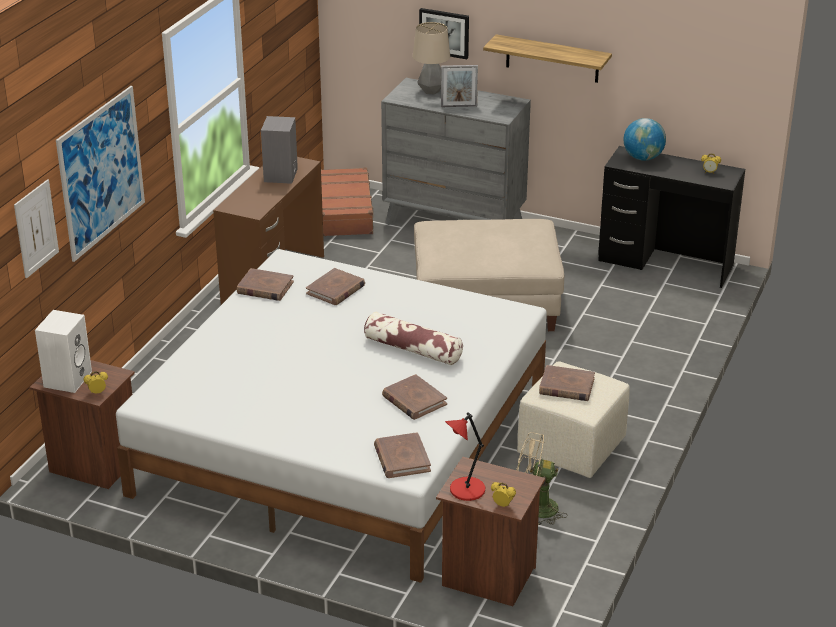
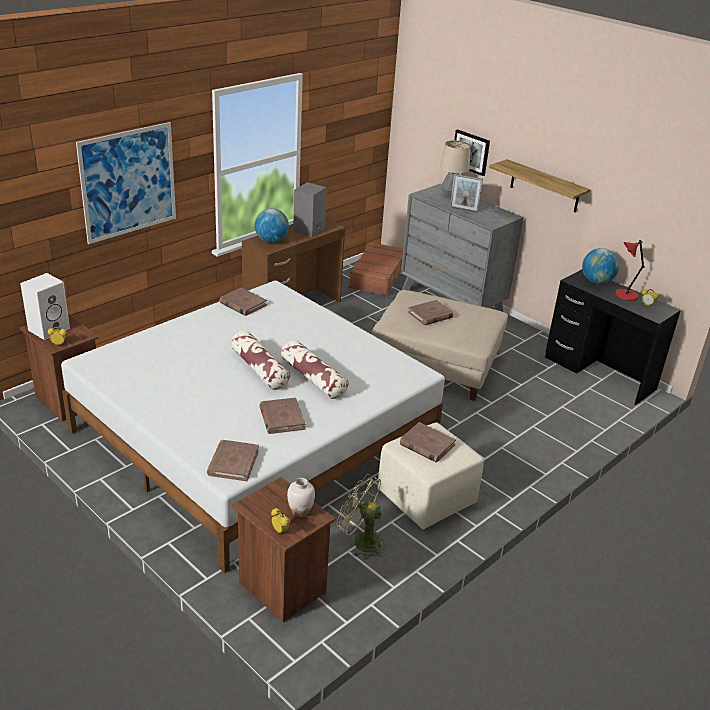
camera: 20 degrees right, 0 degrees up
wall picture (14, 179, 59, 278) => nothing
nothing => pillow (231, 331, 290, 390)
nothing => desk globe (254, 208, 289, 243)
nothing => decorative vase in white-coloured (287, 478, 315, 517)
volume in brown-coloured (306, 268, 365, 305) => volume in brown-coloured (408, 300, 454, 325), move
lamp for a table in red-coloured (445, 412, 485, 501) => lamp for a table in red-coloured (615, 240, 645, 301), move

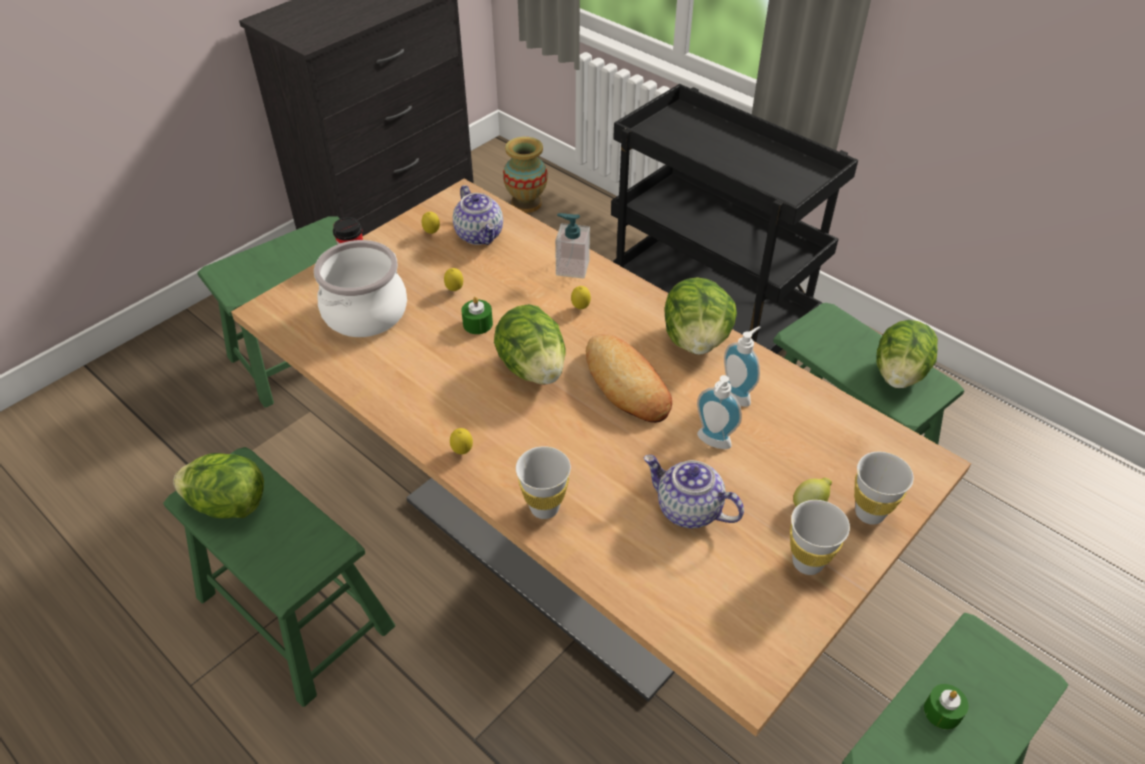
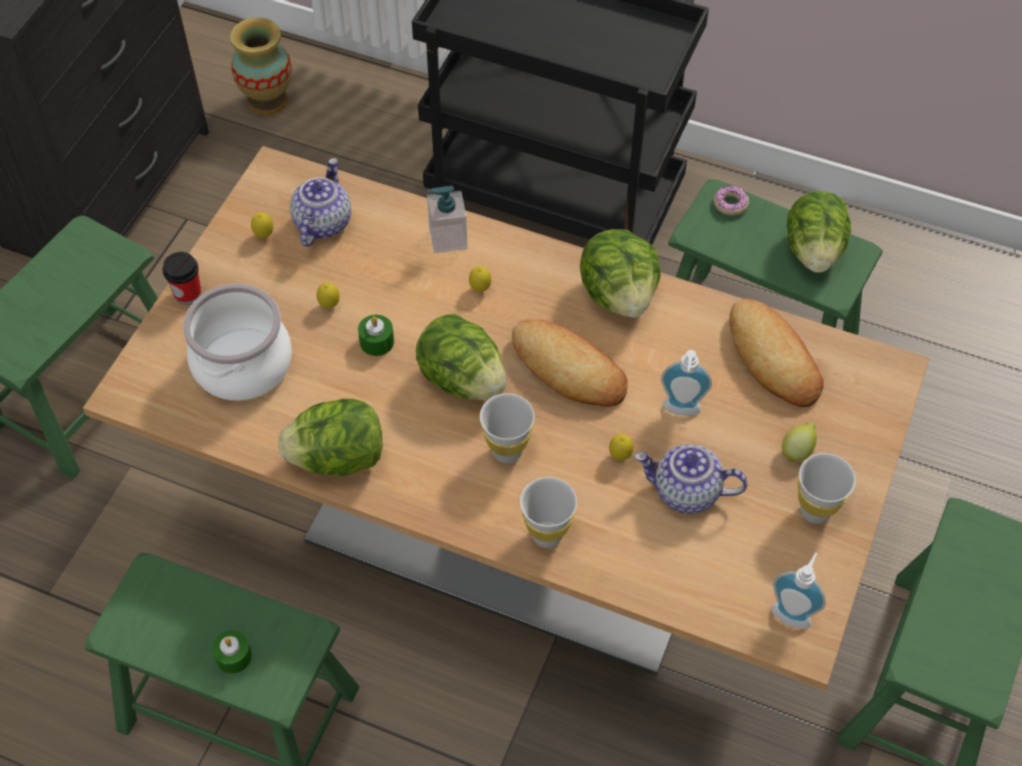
camera: 20 degrees left, 10 degrees up
nothing => ring doughnut (714, 186, 749, 216)
nothing => bread (729, 299, 823, 407)
lettuce (173, 453, 264, 519) => lettuce (278, 399, 382, 476), move
lemon (450, 428, 473, 454) => lemon (609, 434, 634, 461), move
soap bottle (724, 326, 761, 407) => soap bottle (771, 552, 826, 629), move
drinking cup in white-coloured (854, 452, 914, 525) => drinking cup in white-coloured (480, 393, 535, 463), move
candle in greenish (924, 684, 968, 730) => candle in greenish (212, 631, 252, 674), move
tea pot (453, 185, 503, 245) => tea pot (290, 158, 351, 247), 120 degrees counterclockwise

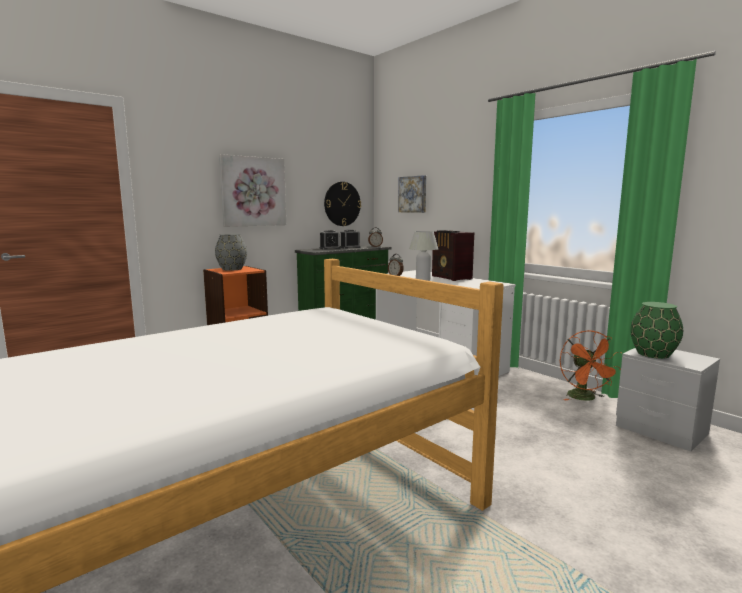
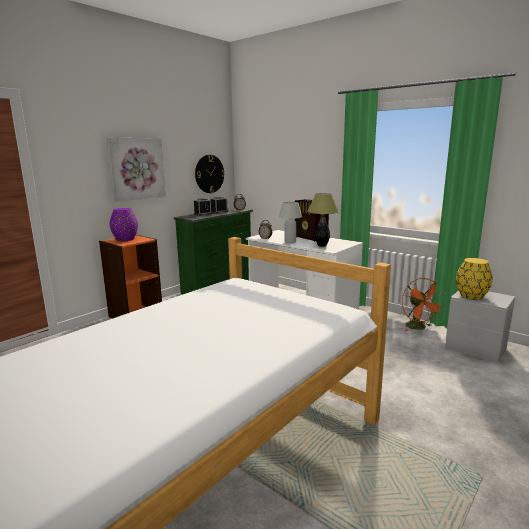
camera: 10 degrees left, 5 degrees up
wall picture (398, 175, 426, 213) => nothing
nothing => lamp for a table (307, 193, 339, 247)
decorative vase in grey (215, 234, 247, 271) => decorative vase in purple-coloured (110, 208, 138, 241)
decorative vase in greenish (630, 302, 683, 359) => decorative vase in yellow-coloured (456, 258, 493, 300)

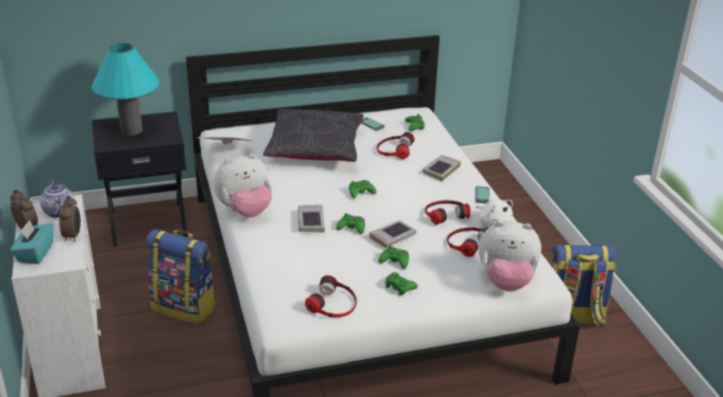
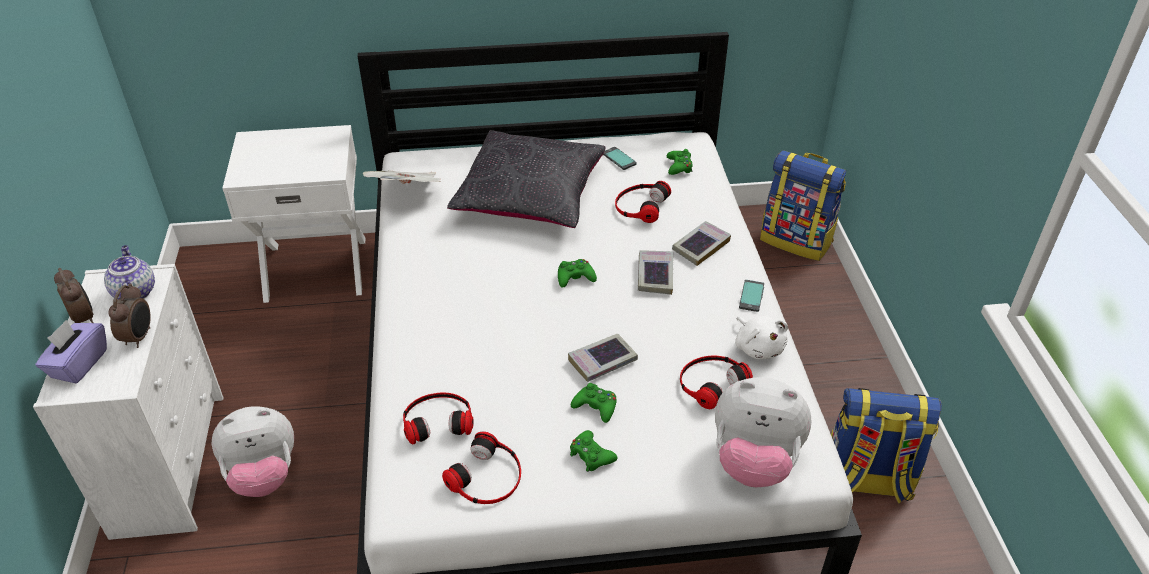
camera: 10 degrees right, 10 degrees up
lamp for a table in blue-green (92, 43, 160, 136) => nothing
game controller in greenish (336, 213, 365, 234) => nothing
backpack (146, 229, 216, 324) => backpack (760, 150, 846, 261), move
plush toy (213, 154, 272, 217) => plush toy (211, 406, 294, 497), move
volume (298, 205, 325, 233) => volume (638, 250, 673, 295), move
pair of headphones (425, 200, 471, 225) => pair of headphones (403, 392, 474, 444), move
box of tissues in blue-green (10, 220, 53, 264) => box of tissues in purple-coloured (35, 320, 107, 384)
nightstand in blackish (92, 112, 188, 247) => nightstand in white-coloured (222, 125, 366, 303)

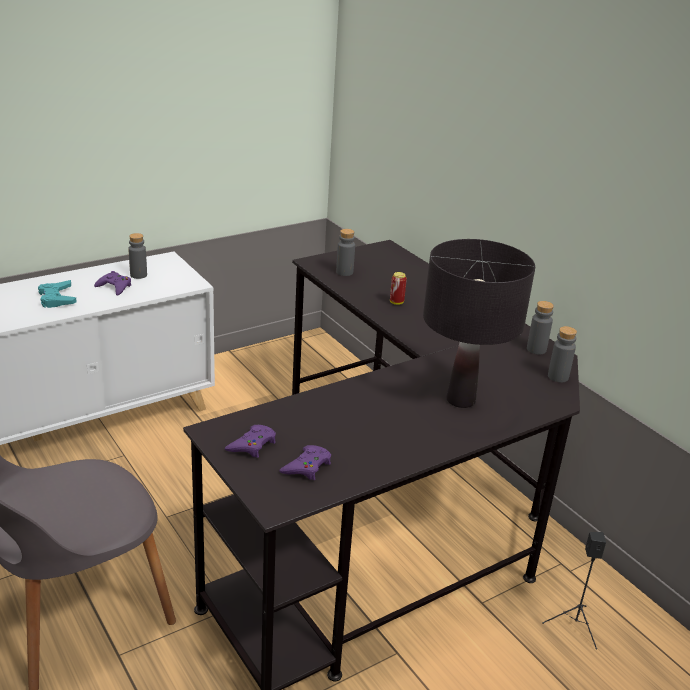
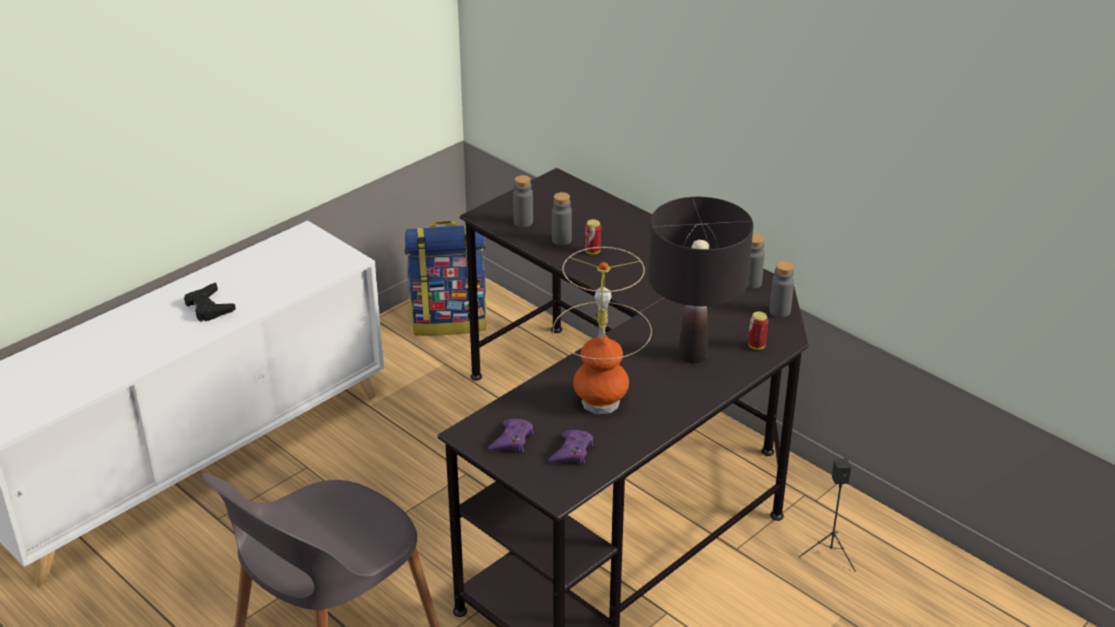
camera: 10 degrees left, 5 degrees up
game controller in purple-coloured (94, 271, 131, 296) => nothing
nothing => backpack (404, 221, 487, 336)
nothing => lamp for a table (553, 247, 652, 414)
nothing => can (748, 311, 768, 350)
bottle in grey (128, 233, 147, 279) => bottle in grey (552, 192, 572, 245), move
game controller in blue-green (38, 280, 77, 308) => game controller in blackish (184, 283, 236, 322)

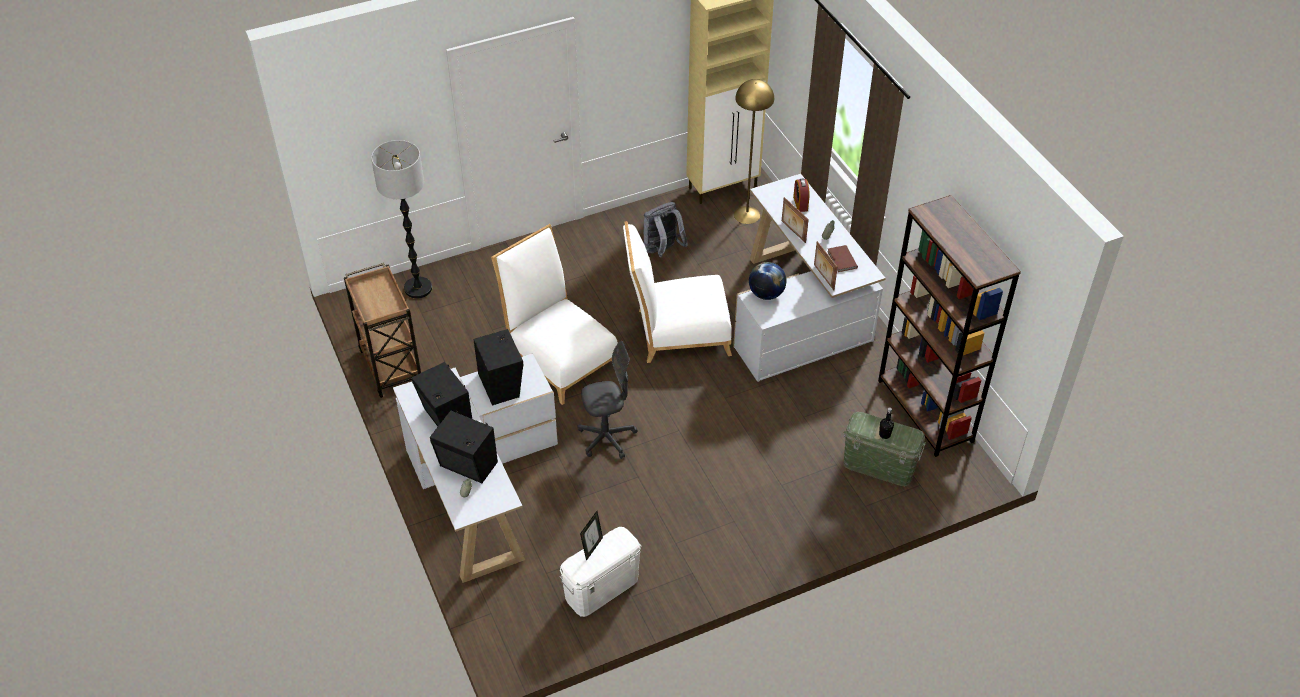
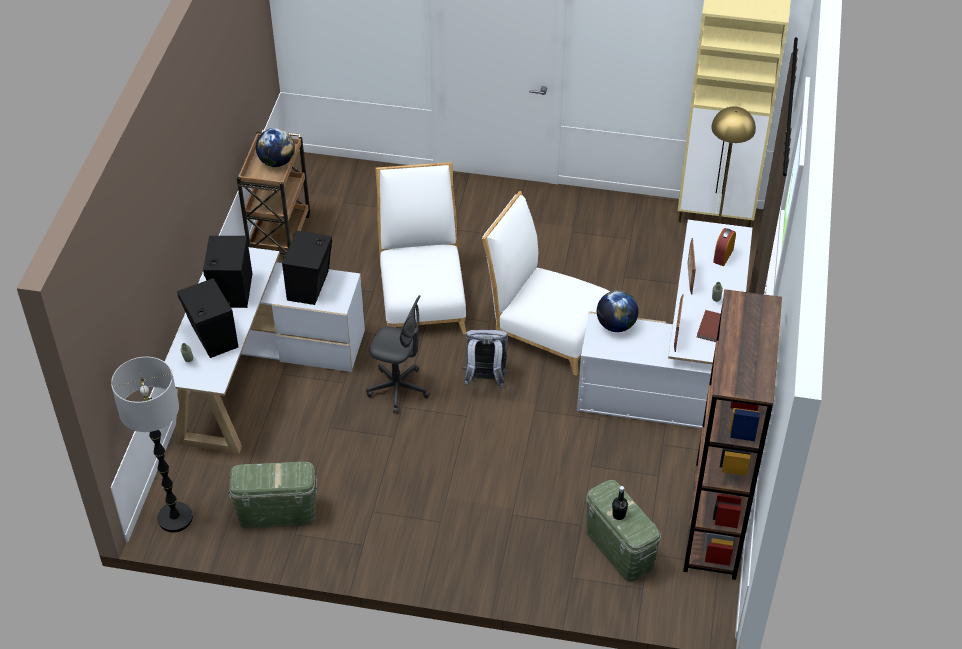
camera: 35 degrees right, 0 degrees up
standing frame (580, 511, 603, 561) => nothing
nothing => desk globe (256, 128, 295, 167)
standard lamp (371, 140, 432, 299) => standard lamp (111, 357, 193, 533), move
backpack in grey (644, 202, 688, 257) => backpack in grey (462, 330, 509, 388), move
storage container in white-coloured (560, 527, 641, 617) => storage container in greenish (228, 462, 317, 529)

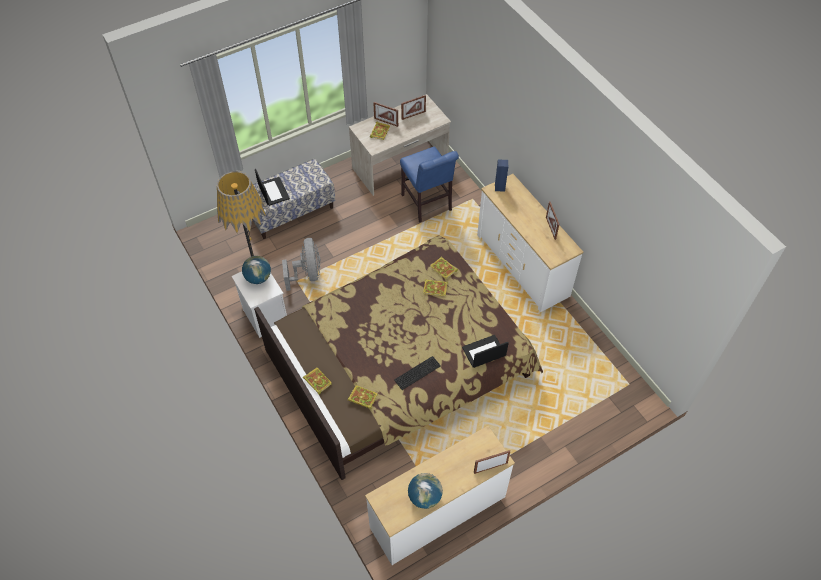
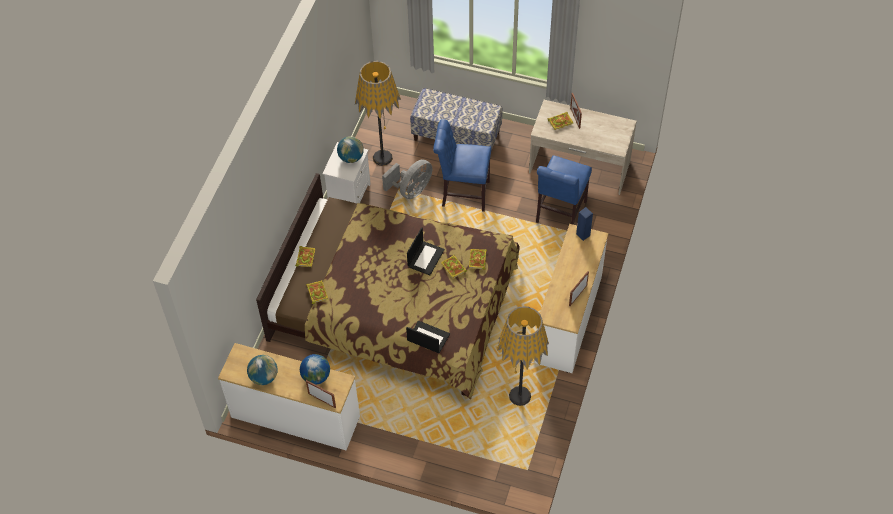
camera: 50 degrees right, 0 degrees up
PC keyboard (394, 356, 441, 390) => nothing
standing frame (401, 95, 426, 120) => nothing
nothing => desk globe (300, 354, 330, 385)
nothing => upright chair in blue (433, 119, 491, 212)
nothing => standard lamp (497, 306, 549, 406)
portable computer (255, 169, 290, 206) => portable computer (407, 227, 445, 275), move

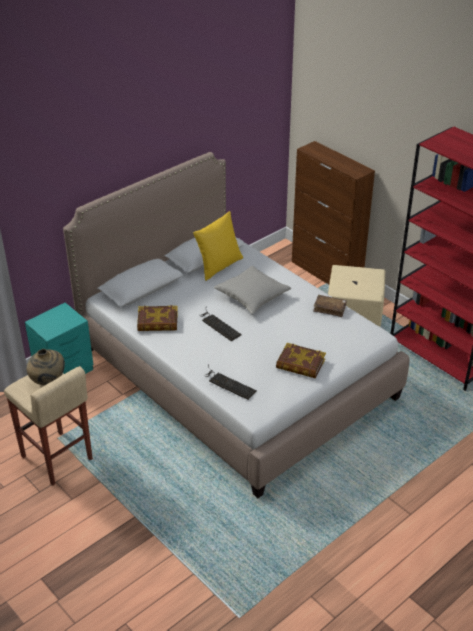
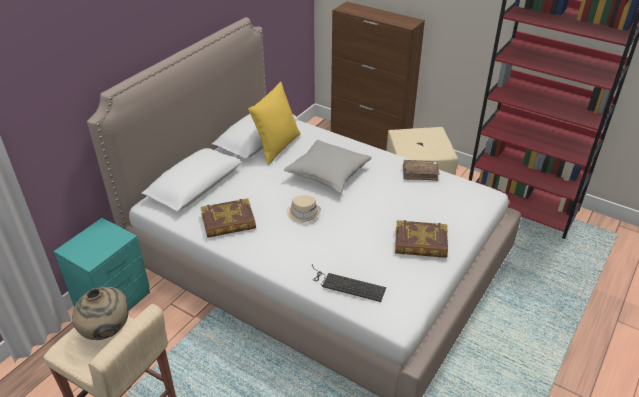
camera: 15 degrees left, 0 degrees up
PC keyboard (200, 306, 242, 341) => hat in beige-coloured (286, 195, 321, 222)

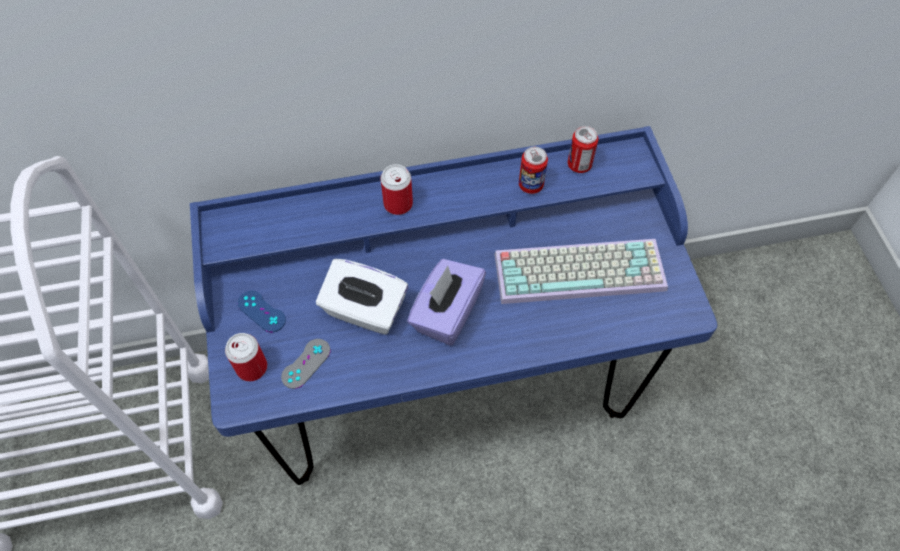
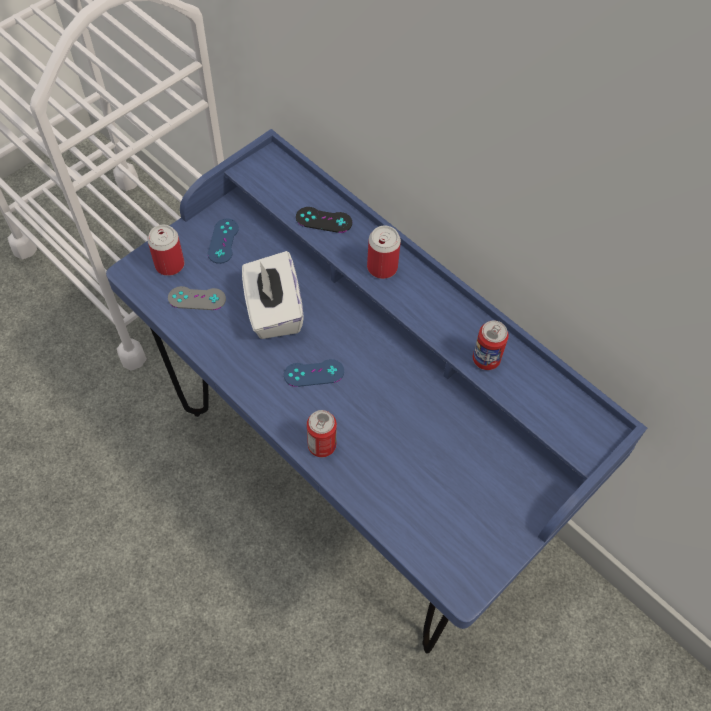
camera: 55 degrees right, 0 degrees up
PC keyboard (494, 239, 668, 304) => nothing
nothing => game controller in blackish (296, 207, 352, 233)
can (567, 126, 599, 173) => can (307, 410, 337, 457), move
box of tissues in purple-coloured (407, 259, 486, 345) => game controller in blue (284, 359, 344, 387)

